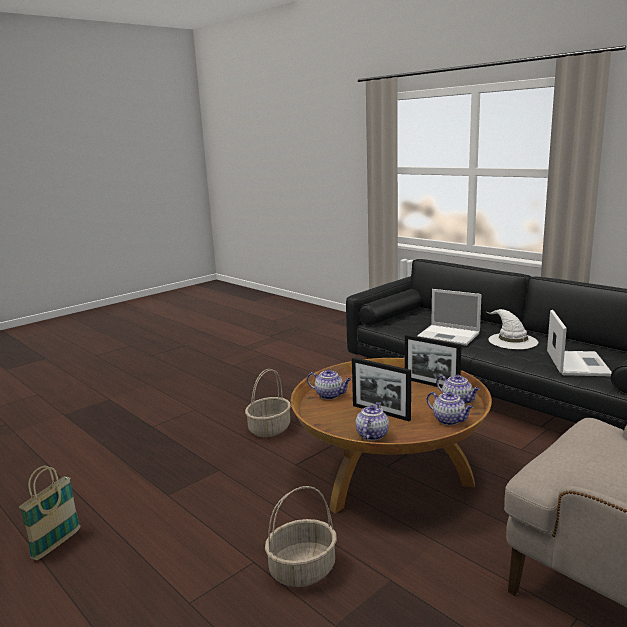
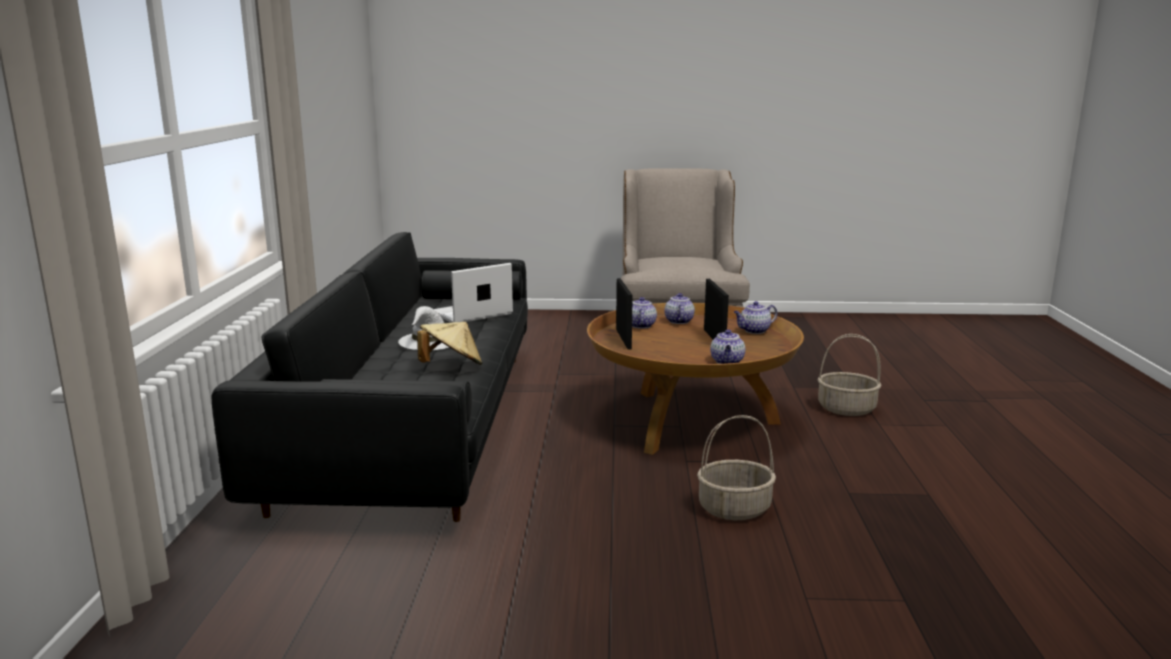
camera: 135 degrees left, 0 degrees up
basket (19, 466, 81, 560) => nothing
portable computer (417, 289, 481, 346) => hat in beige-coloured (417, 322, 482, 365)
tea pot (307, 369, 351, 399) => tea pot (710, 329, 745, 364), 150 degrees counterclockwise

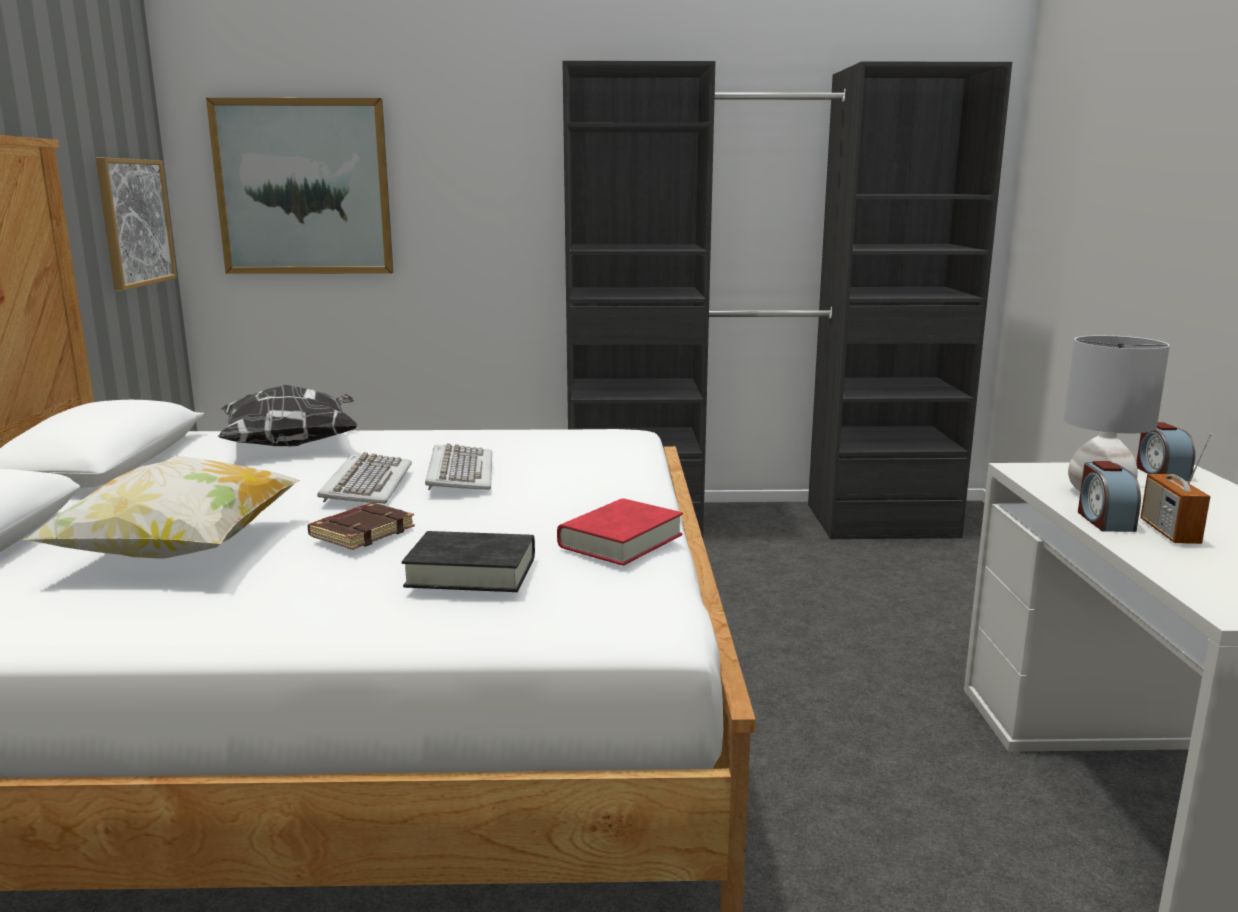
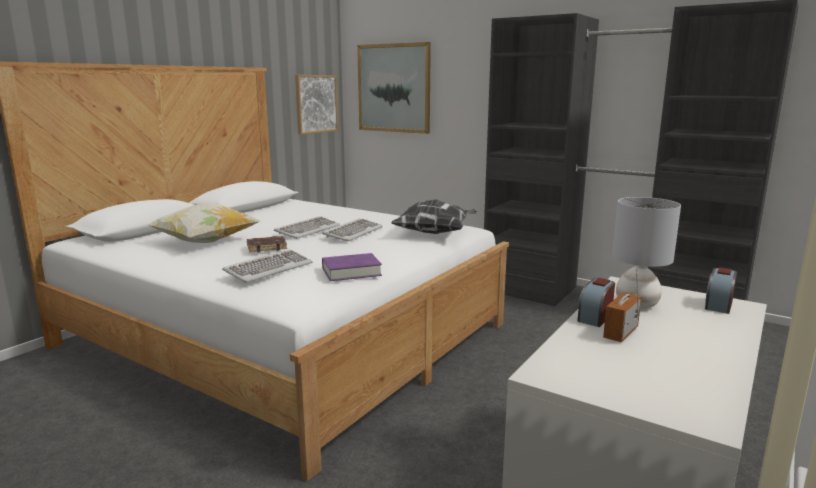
camera: 35 degrees right, 0 degrees up
pillow (218, 385, 358, 446) => pillow (391, 200, 477, 234), move
volume in blackish (402, 531, 535, 592) => PC keyboard (222, 250, 312, 283)
volume in red-coloured (557, 498, 683, 566) => volume in purple-coloured (322, 253, 382, 281)

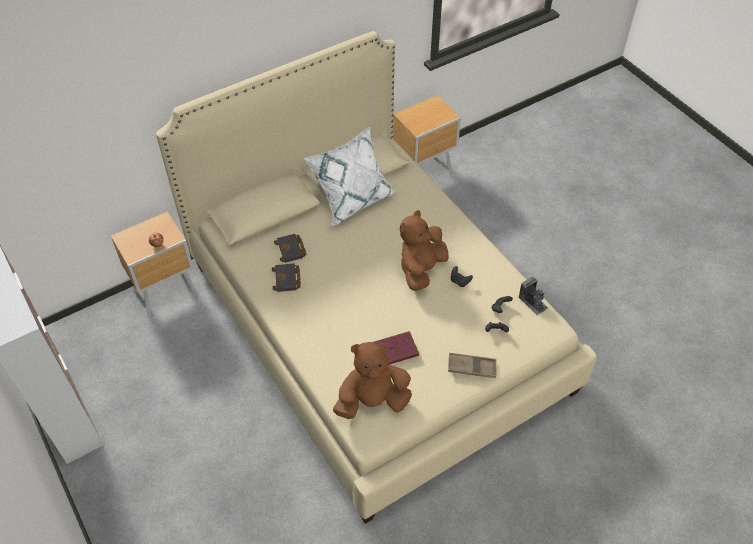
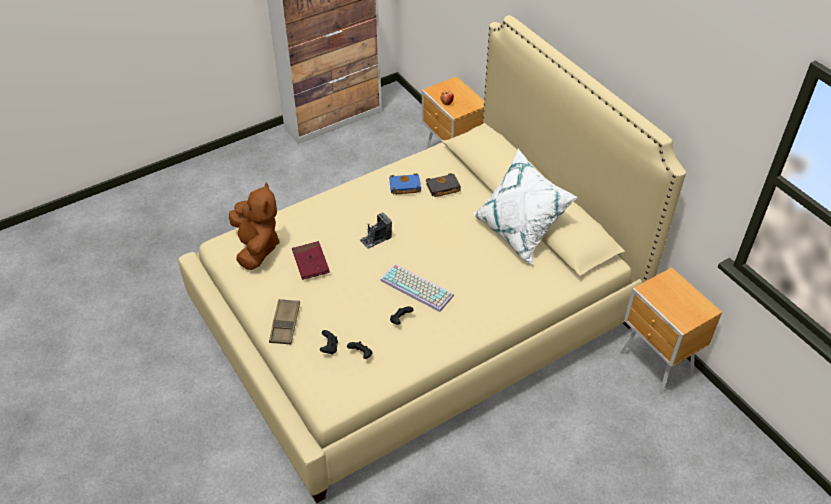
camera: 90 degrees right, 5 degrees down
still camera (519, 277, 548, 315) => still camera (360, 213, 392, 249), move
plush toy in brown-coloured (400, 210, 449, 291) => PC keyboard (380, 264, 454, 312)
volume in blackish (272, 263, 301, 292) => volume in blue (389, 173, 421, 194)

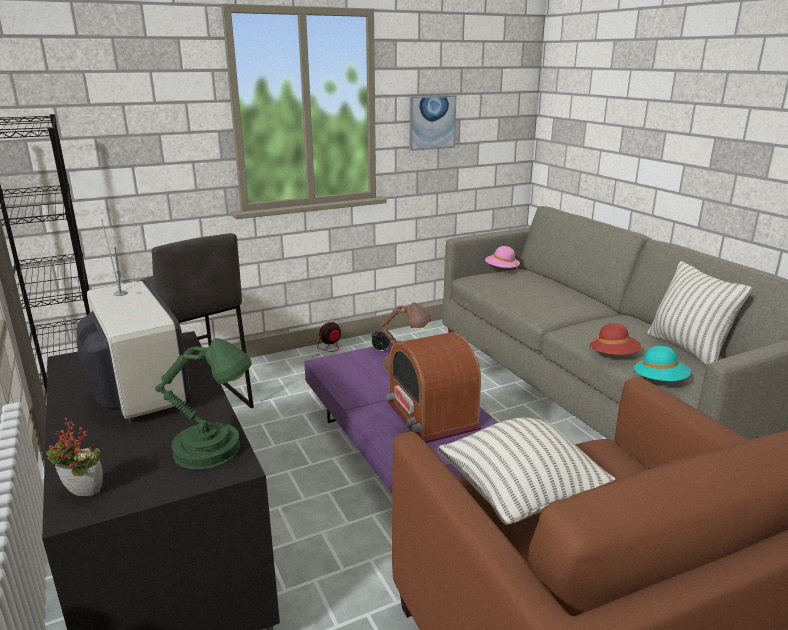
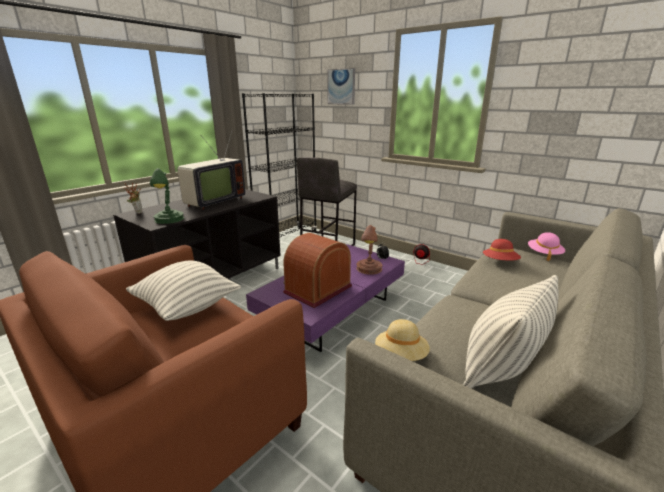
camera: 65 degrees right, 0 degrees up
wall picture (409, 95, 456, 151) => wall picture (327, 68, 355, 105), move
hat in red-coloured (589, 323, 641, 355) => hat in red-coloured (483, 239, 521, 260), move
hat in blue-green (634, 346, 691, 381) => hat in beige-coloured (375, 319, 430, 361)

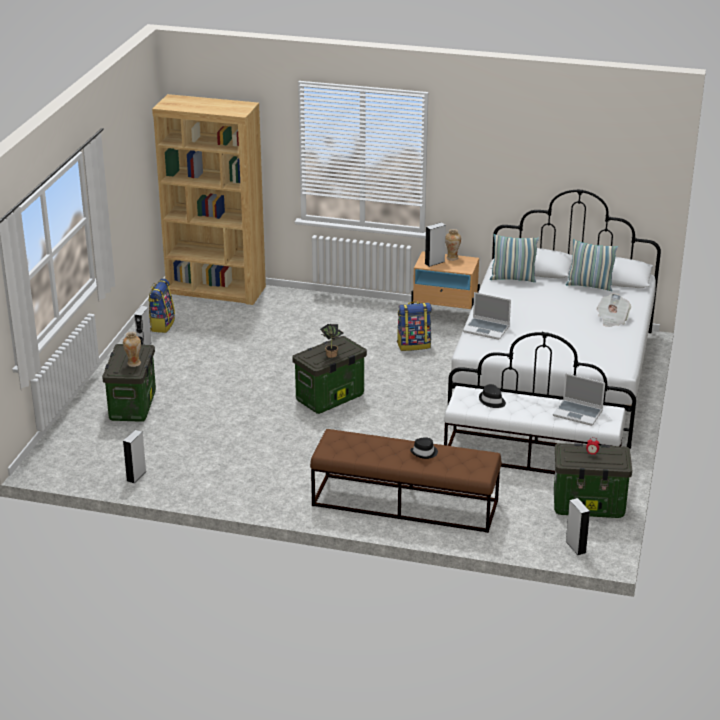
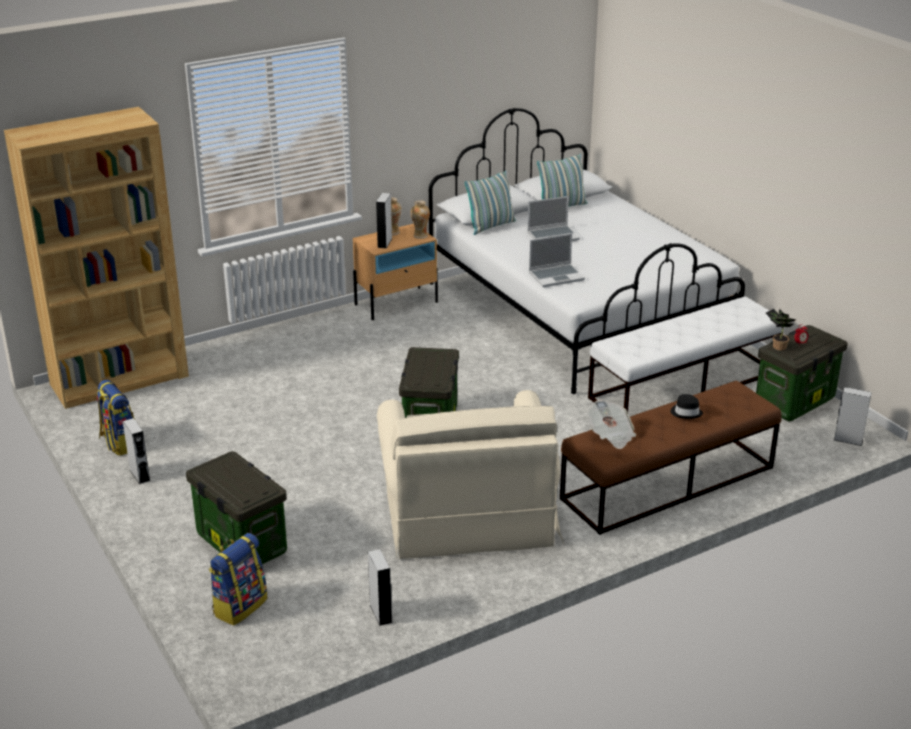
camera: 45 degrees left, 0 degrees up
hat in blackish (479, 384, 506, 408) => nothing
nothing => lounge chair in beige-coloured (377, 390, 564, 559)
decorative vase (123, 332, 141, 367) => decorative vase (411, 200, 430, 239), move
potted plant (320, 324, 343, 358) => potted plant (766, 309, 796, 350), move
backpack (397, 302, 432, 351) => backpack (209, 533, 267, 626), move
portable computer (553, 373, 605, 426) => portable computer (527, 196, 580, 241), move
printed paper (597, 293, 631, 327) => printed paper (588, 400, 636, 449), move

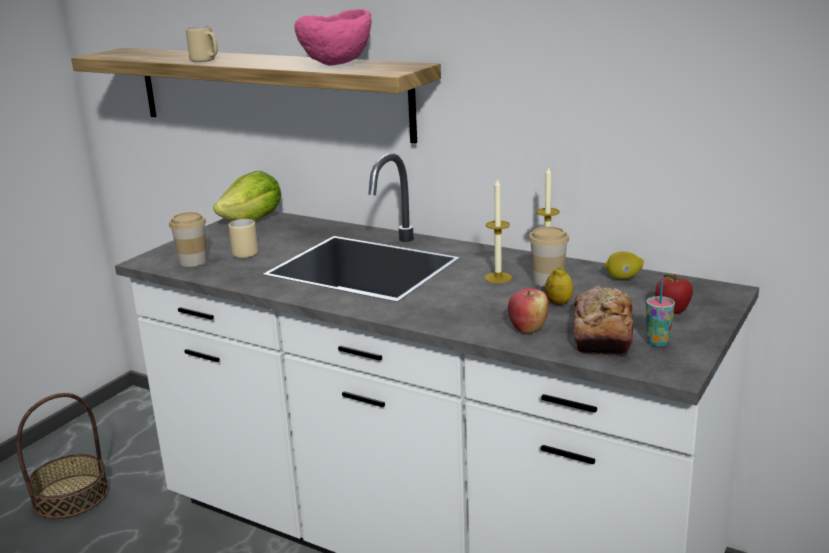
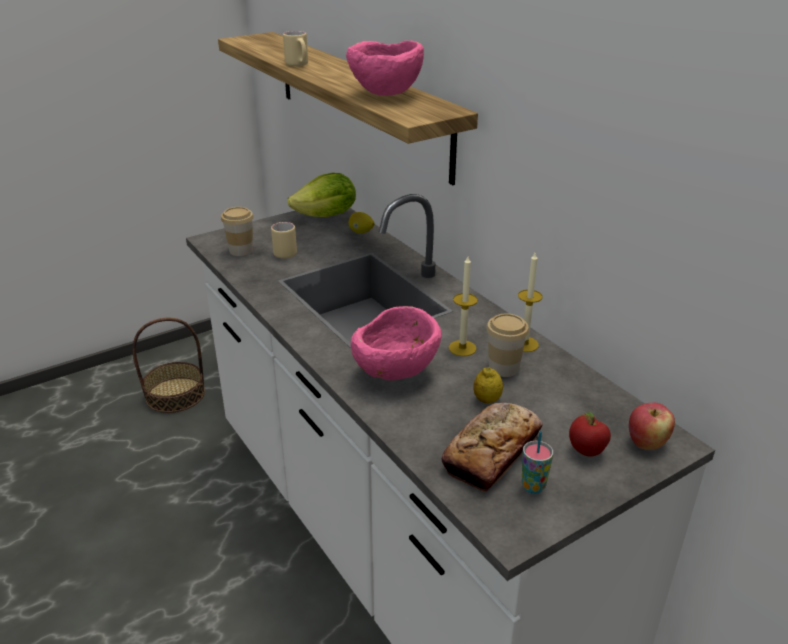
camera: 25 degrees right, 10 degrees up
nothing => serving bowl in pink (351, 306, 442, 380)
whole apple (508, 288, 549, 333) => whole apple (629, 403, 675, 450), move
lemon (604, 251, 644, 279) => lemon (349, 212, 375, 234), move

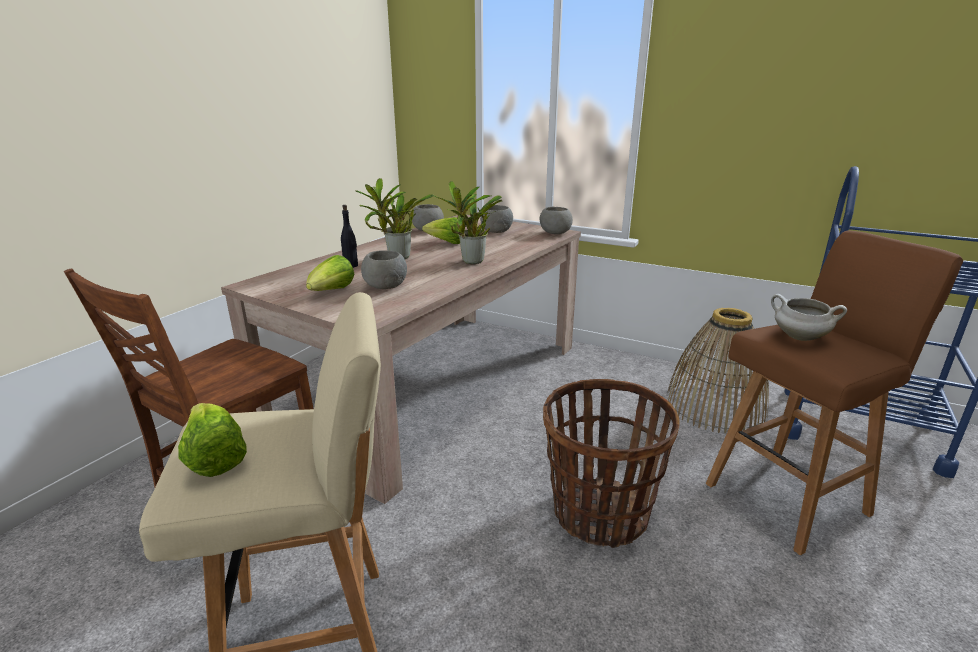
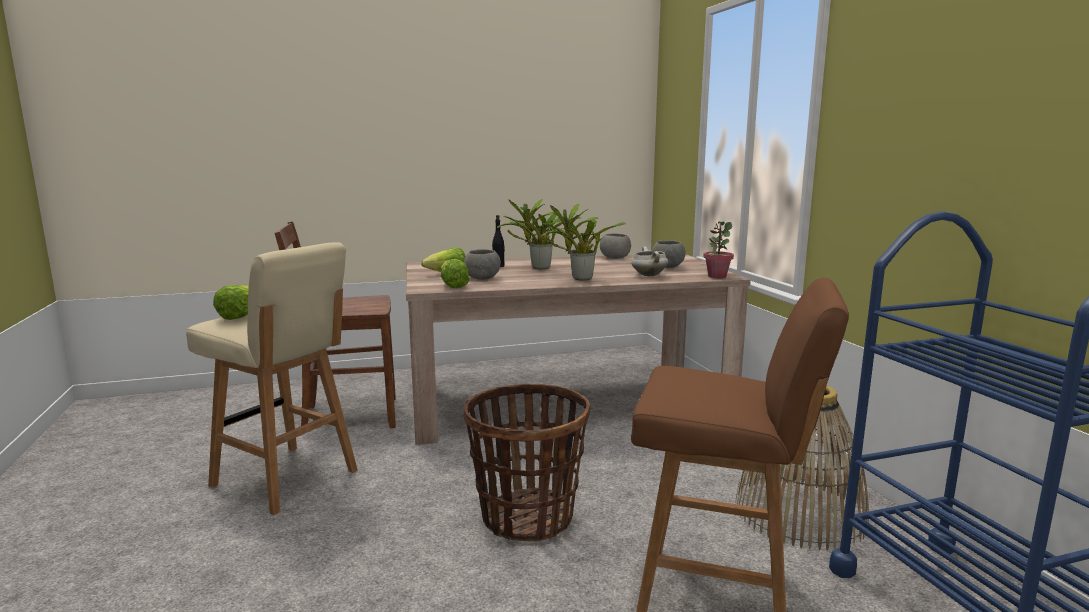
camera: 45 degrees right, 10 degrees down
lettuce (422, 217, 460, 244) => lettuce (441, 259, 469, 288), move
saucepot in white-coloured (771, 294, 847, 341) => saucepot in white-coloured (631, 246, 668, 276), move
serving bowl in grey (540, 207, 573, 234) => potted plant (704, 221, 734, 278)

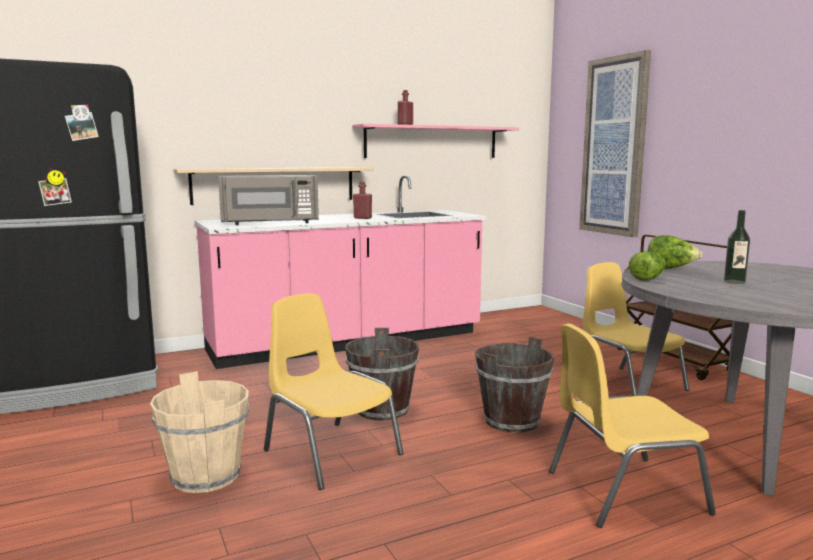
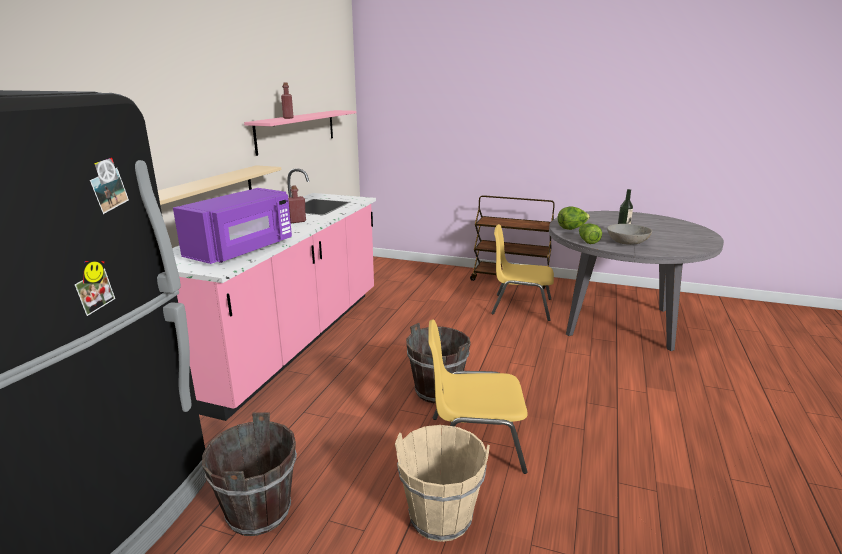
camera: 45 degrees left, 10 degrees up
upright chair in yellow-coloured (549, 323, 716, 528) => nothing
wall picture (579, 50, 651, 237) => nothing
nothing => serving bowl in grey (607, 224, 652, 245)
pail in brown-coloured (475, 337, 554, 433) => pail in brown-coloured (202, 412, 297, 536), move
microwave oven in grey (218, 175, 319, 225) => microwave oven in purple-coloured (173, 188, 292, 264)

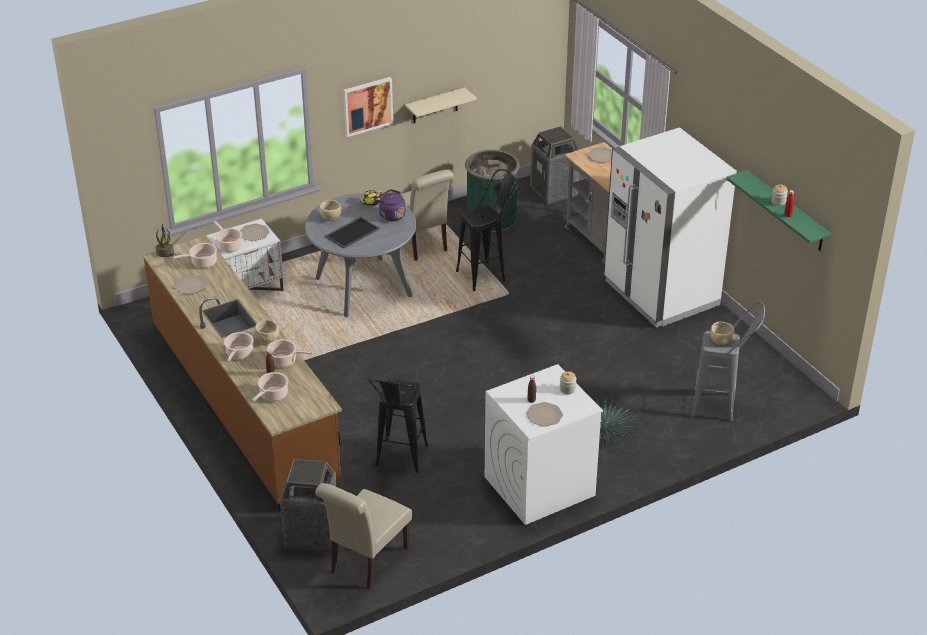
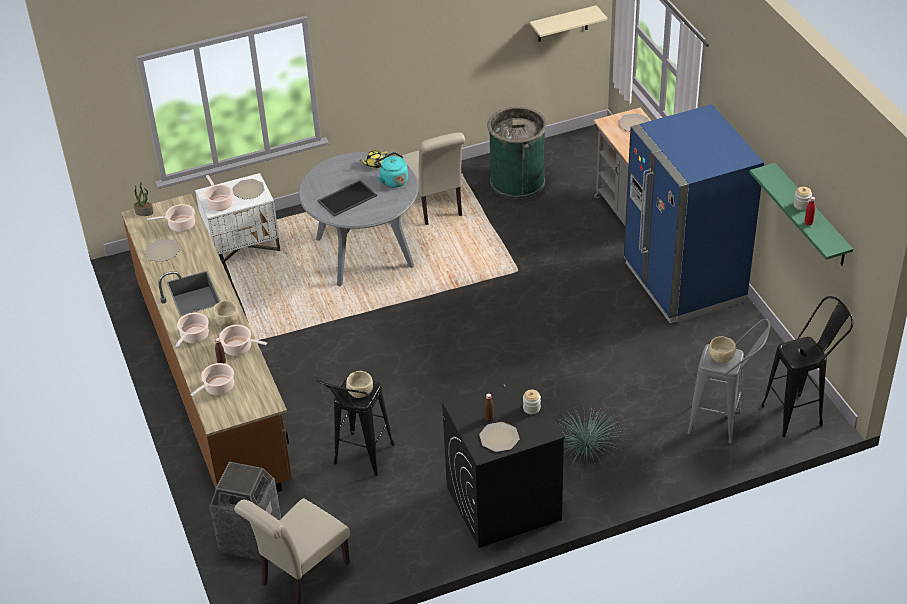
camera: 10 degrees right, 5 degrees up
wall picture (343, 77, 393, 137) => nothing
rubbish bin (530, 126, 579, 204) => nothing
serving bowl in beige-coloured (320, 200, 341, 221) => serving bowl in beige-coloured (346, 371, 373, 398), move
shelf in beige-coloured (405, 87, 477, 123) => shelf in beige-coloured (530, 5, 608, 42), move
stool seat in blackish (456, 169, 518, 291) => stool seat in blackish (761, 296, 853, 437), move
tea kettle in purple-coloured (374, 189, 405, 221) => tea kettle in blue-green (374, 152, 408, 188)
laundry appliance in white-coloured (485, 364, 603, 525) => laundry appliance in blackish (442, 376, 565, 548)
kitchen fridge in white-coloured (604, 127, 737, 328) => kitchen fridge in blue (624, 104, 764, 323)

